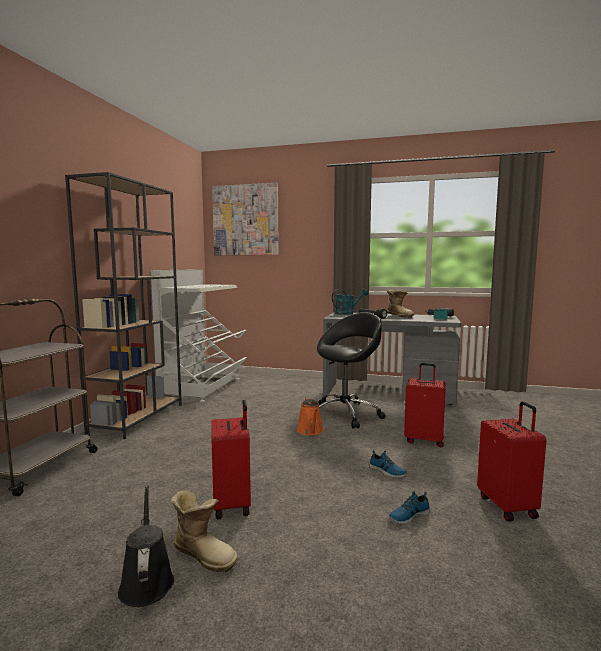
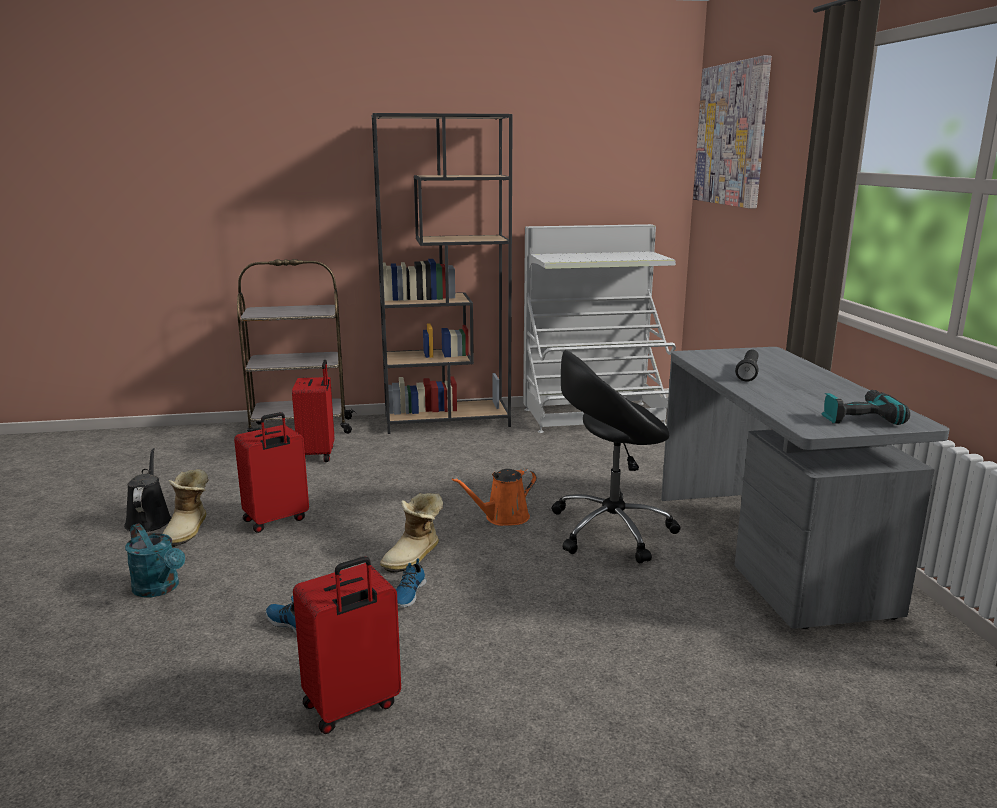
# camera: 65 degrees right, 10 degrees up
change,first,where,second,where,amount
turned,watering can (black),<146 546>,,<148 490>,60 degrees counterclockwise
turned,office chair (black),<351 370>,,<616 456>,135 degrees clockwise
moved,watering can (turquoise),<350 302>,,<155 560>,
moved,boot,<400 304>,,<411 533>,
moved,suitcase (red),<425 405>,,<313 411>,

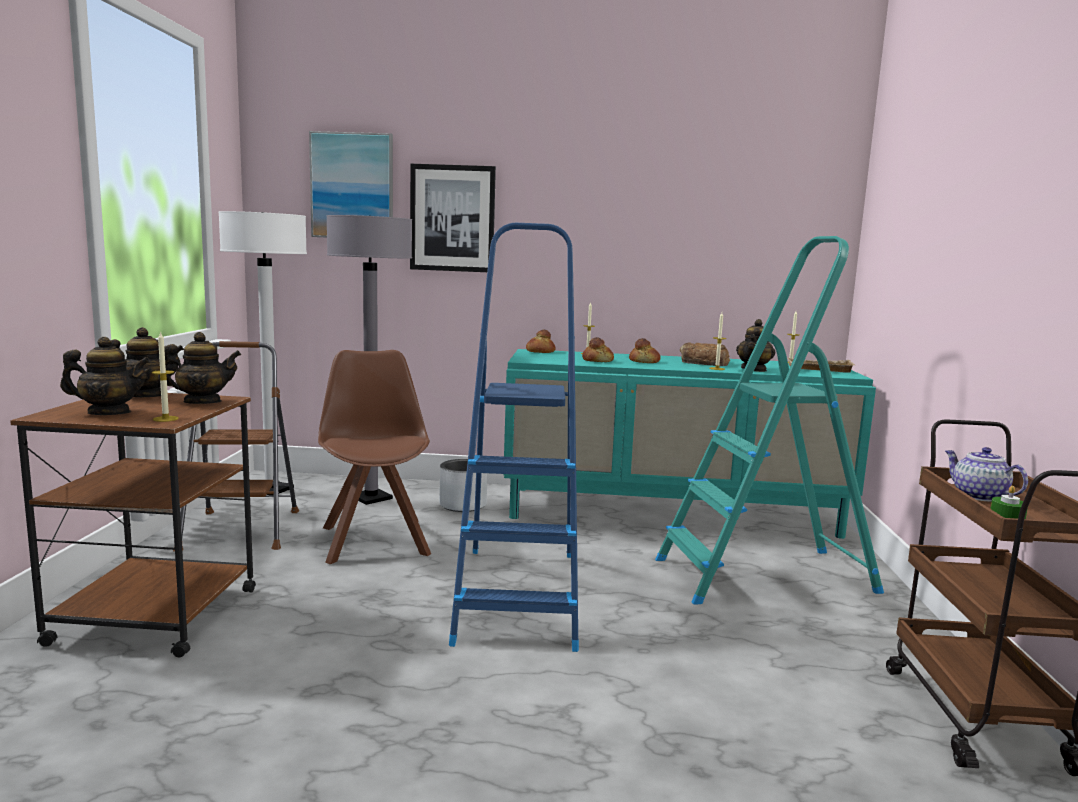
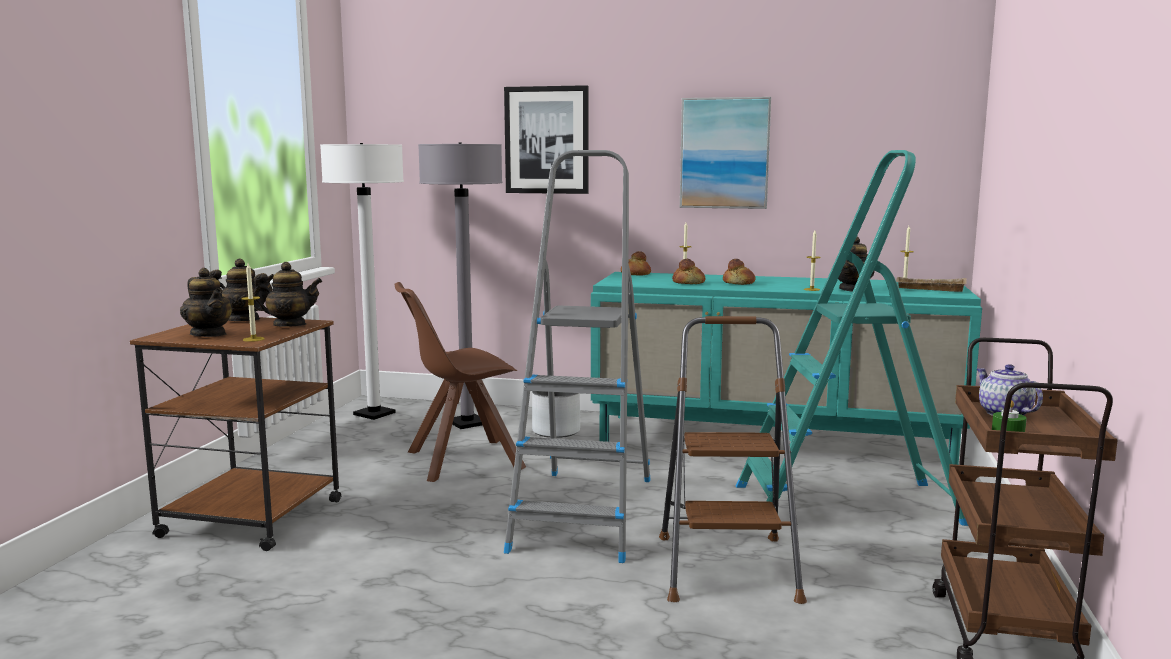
# camera: 10 degrees right, 0 degrees up
change,first,where,second,where,amount
turned,teapot,<105 376>,,<206 302>,45 degrees clockwise
moved,step ladder (brown),<236 446>,,<733 460>,
moved,picture,<351 184>,,<725 153>,
turned,chair (brown),<374 457>,,<460 382>,105 degrees counterclockwise
recoloured,step ladder (blue),<514 437>,step ladder (grey),<577 356>,
removed,bread,<705 354>,,,

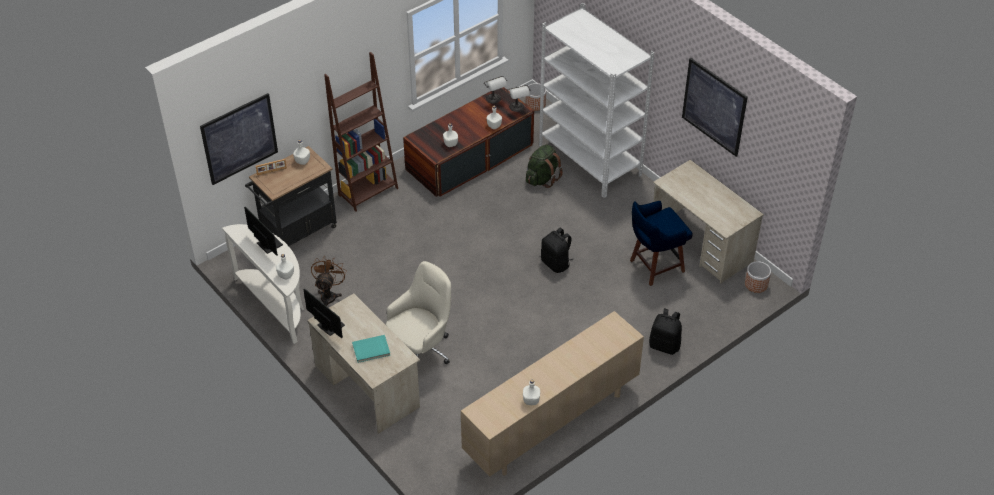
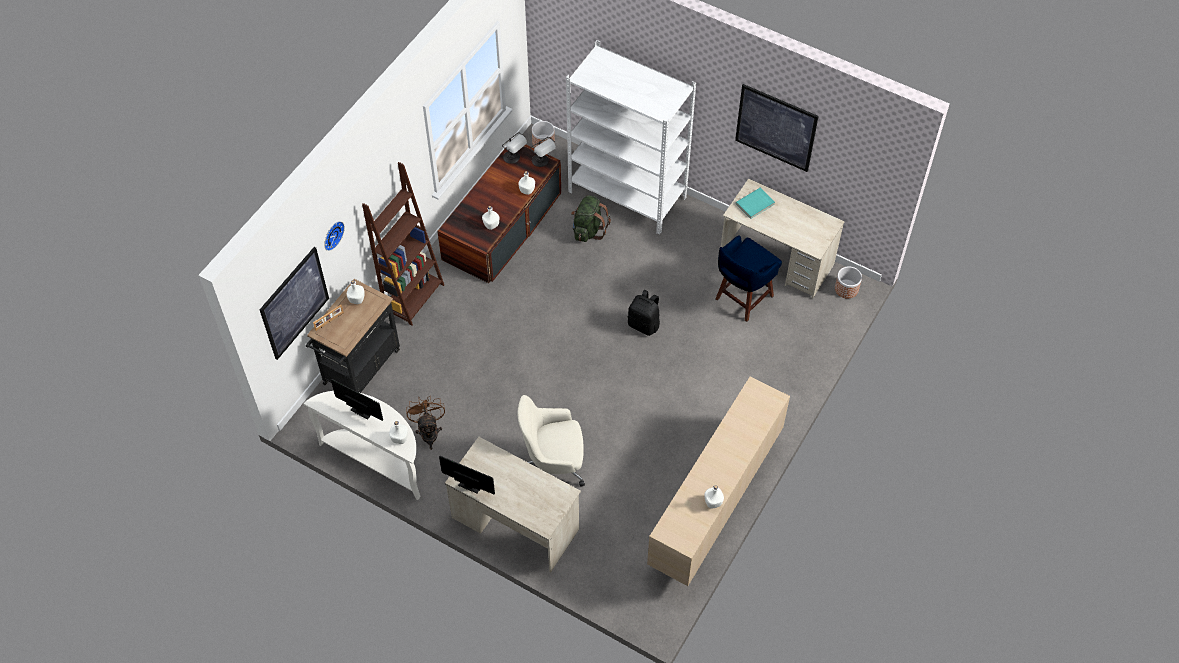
# camera: 20 degrees left, 10 degrees up
change,first,where,second,where,amount
moved,book (turquoise),<371 349>,,<755 203>,
turned,office chair (beige),<418 312>,,<551 441>,120 degrees counterclockwise
removed,backpack (black),<665 331>,,,
added,,,wall clock,<334 236>,

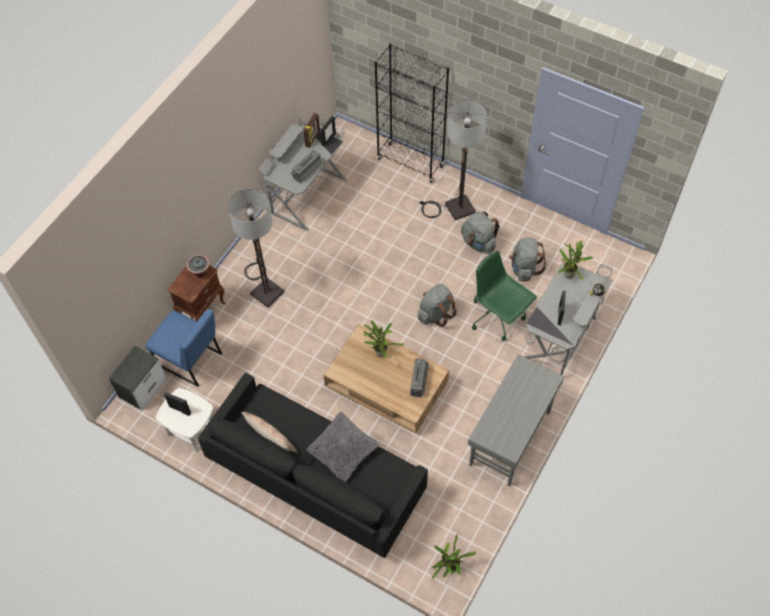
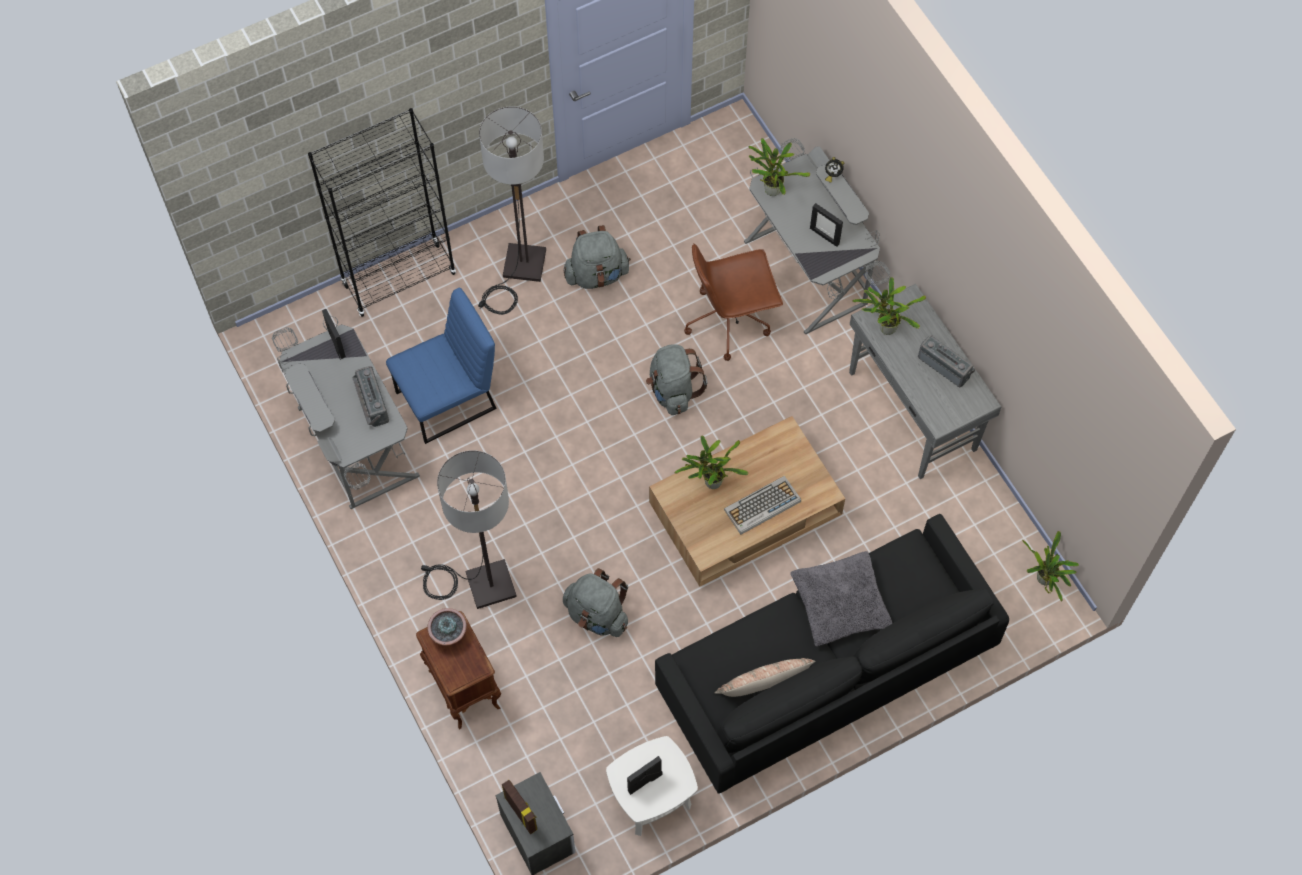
# camera: 60 degrees left, 5 degrees up
change,first,where,second,where,amount
moved,chair (blue),<183 348>,,<441 366>,
moved,picture frame,<312 130>,,<519 807>,
moved,radio,<419 377>,,<946 361>,
recoloured,office chair (green),<504 296>,office chair (brown),<733 302>,
moved,backpack (grey),<527 259>,,<595 602>,
added,,,keyboard,<762 505>,
added,,,potted plant,<889 306>,

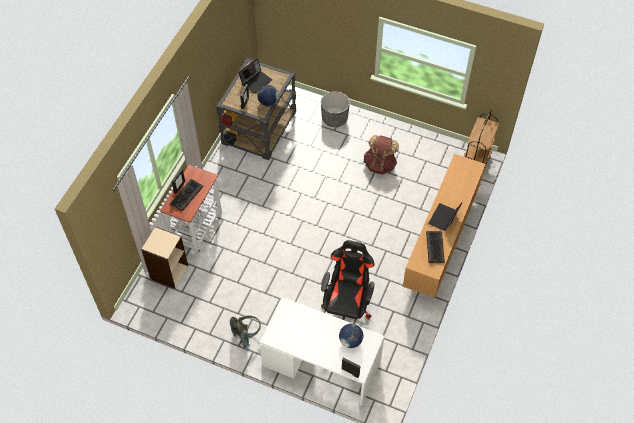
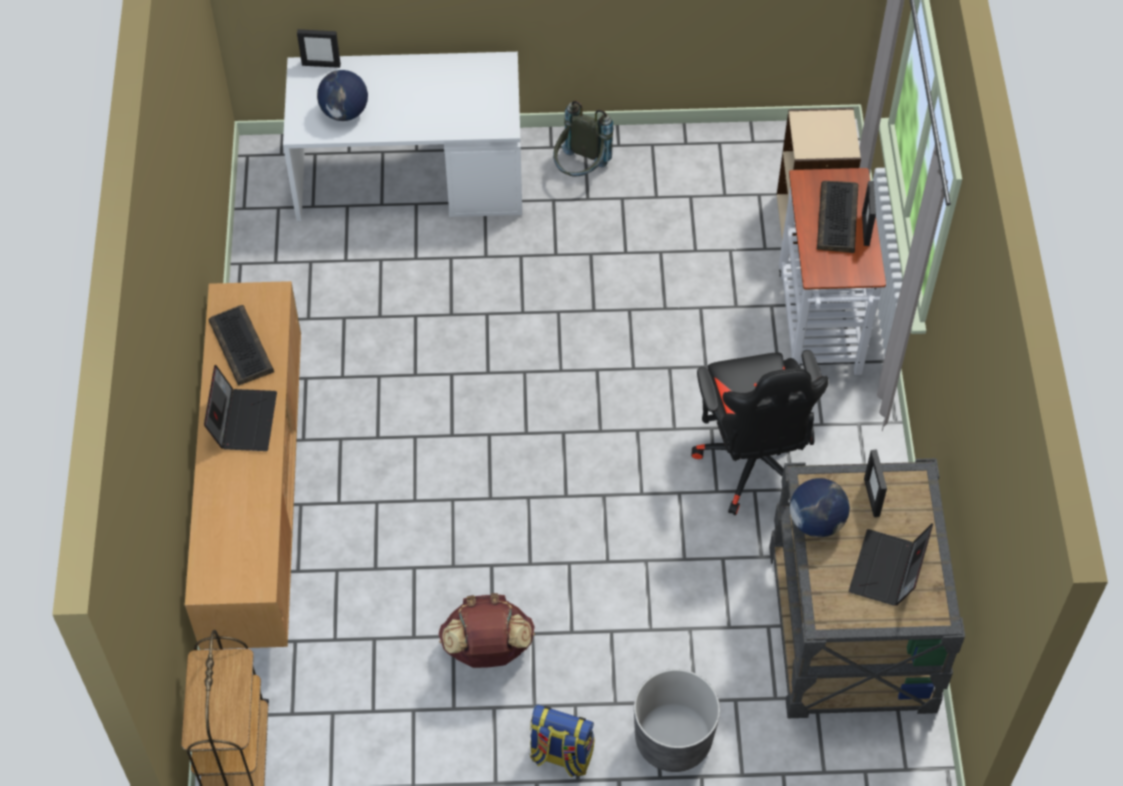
# camera: 155 degrees right, 0 degrees up
change,first,where,second,where,amount
moved,office chair (black),<347 280>,,<760 432>,
added,,,backpack,<562 741>,

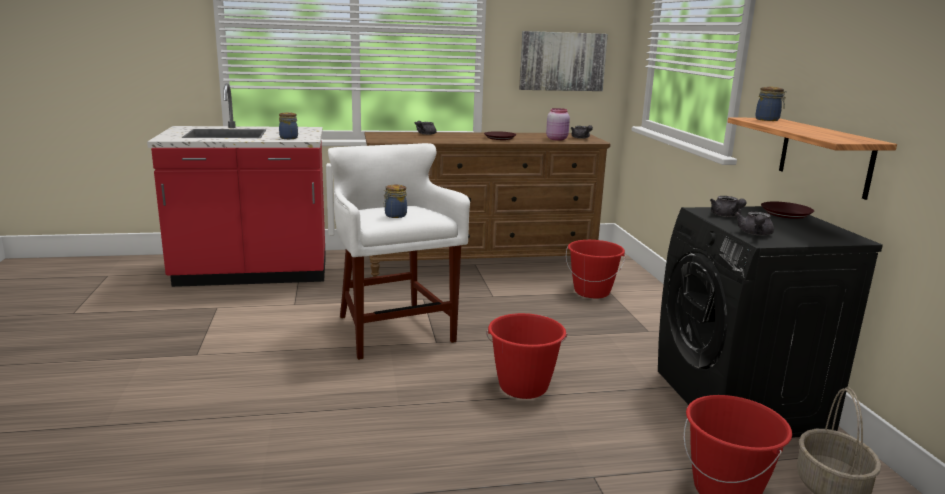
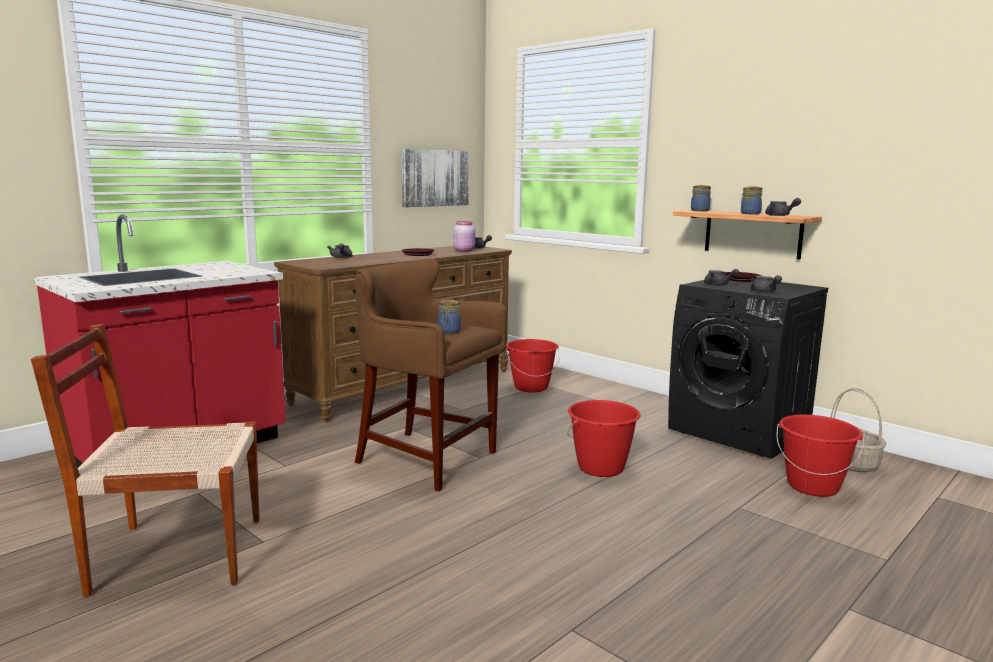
# camera: 35 degrees left, 5 degrees down
change,first,where,second,where,amount
moved,jar,<288 125>,,<752 200>,
recoloured,stool (white),<399 251>,stool (brown),<431 375>,
added,,,chair,<145 460>,
added,,,teapot (grey),<783 207>,

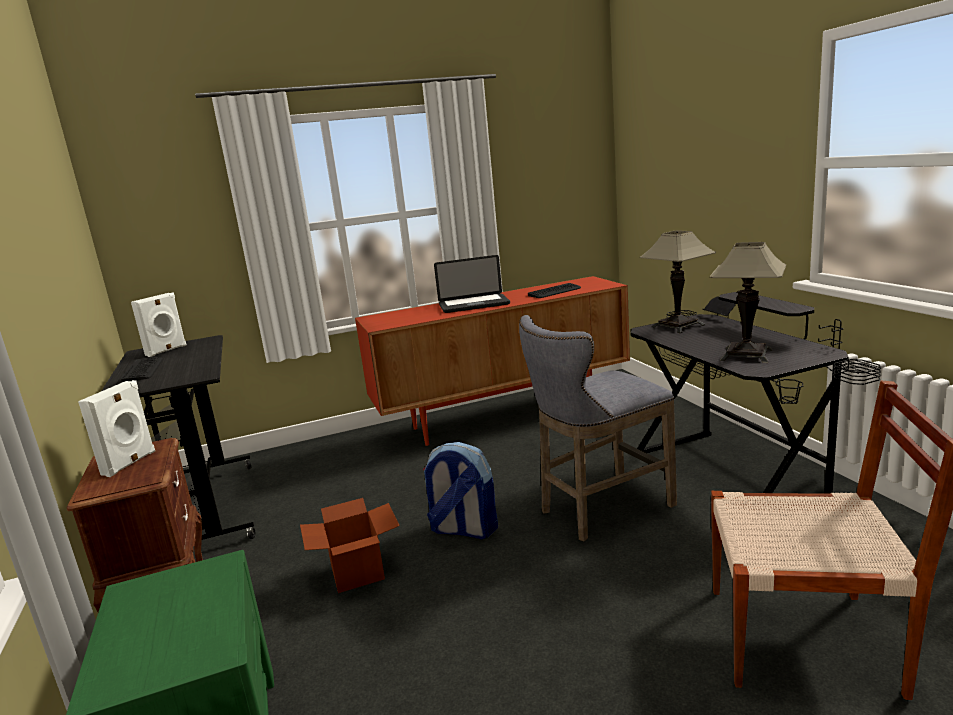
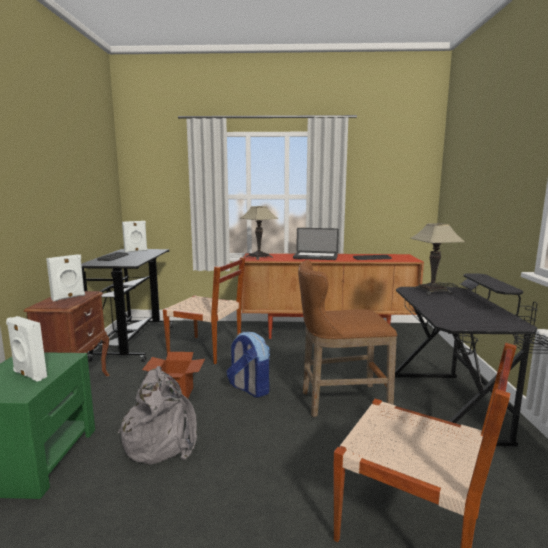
# camera: 20 degrees right, 5 degrees down
change,first,where,second,where,amount
recoloured,stool (grey),<598 428>,stool (brown),<347 338>,
moved,table lamp,<748 302>,,<259 233>,
added,,,speaker (white),<26 349>,
added,,,backpack (grey),<157 415>,
added,,,chair,<204 310>,

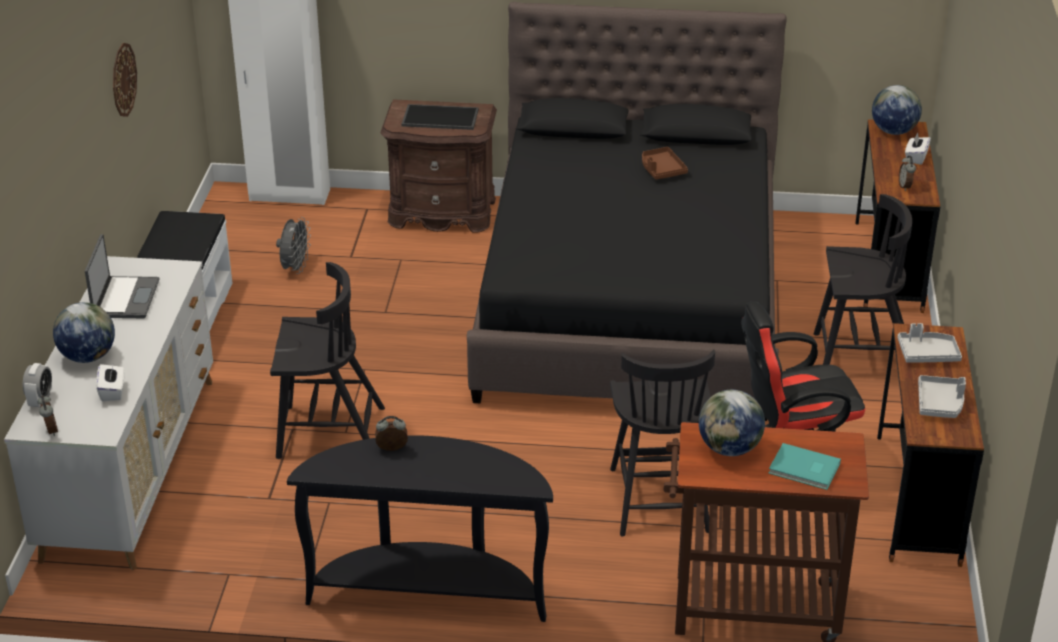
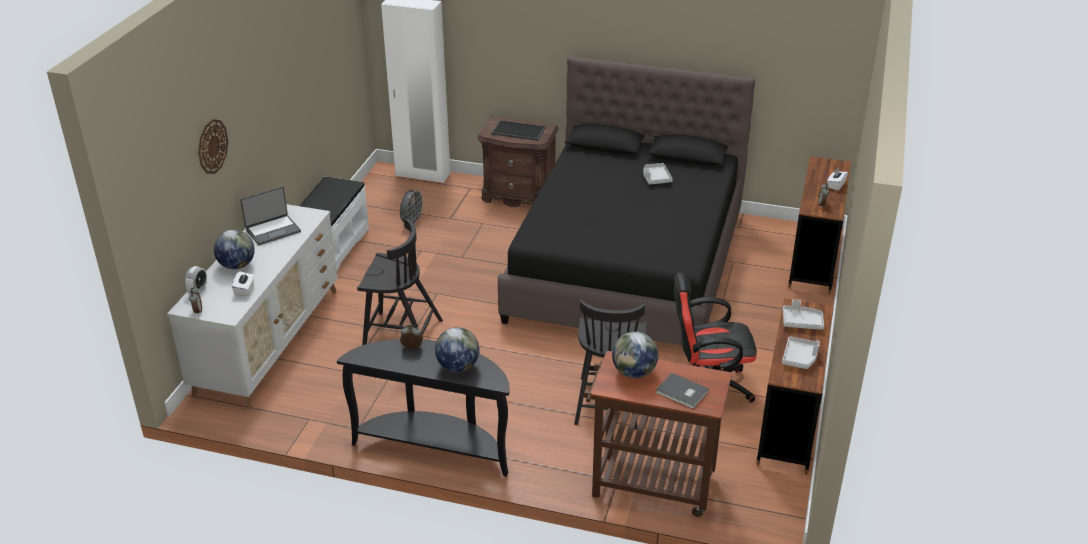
# camera: 10 degrees right, 0 degrees up
change,first,where,second,where,amount
turned,laptop,<122 276>,,<270 215>,45 degrees clockwise
moved,wall clock,<125 80>,,<213 146>,
recoloured,tray (brown),<665 163>,tray (grey),<658 173>,
recoloured,book (turquoise),<804 466>,book (grey),<682 391>,
removed,chair (black),<863 279>,,,
moved,globe,<897 110>,,<457 349>,

